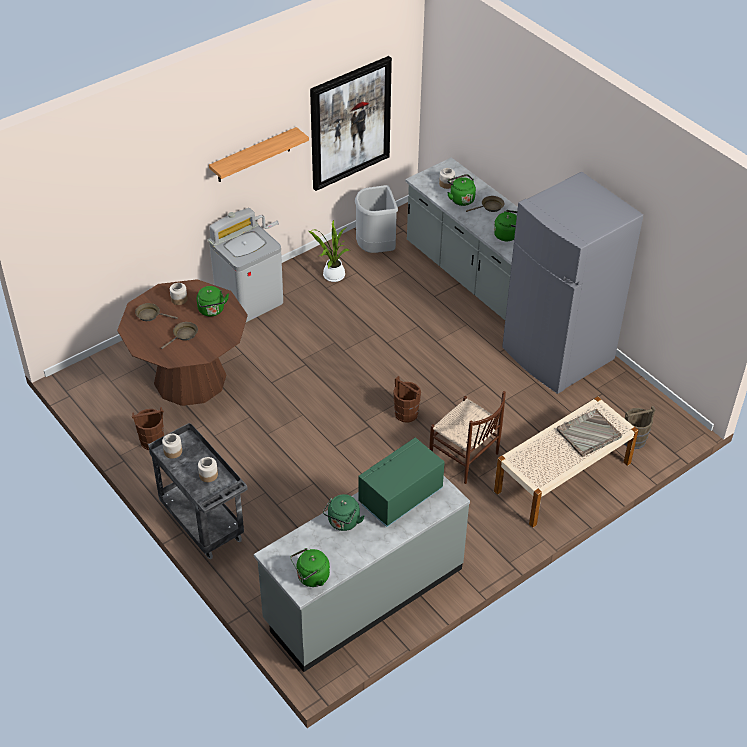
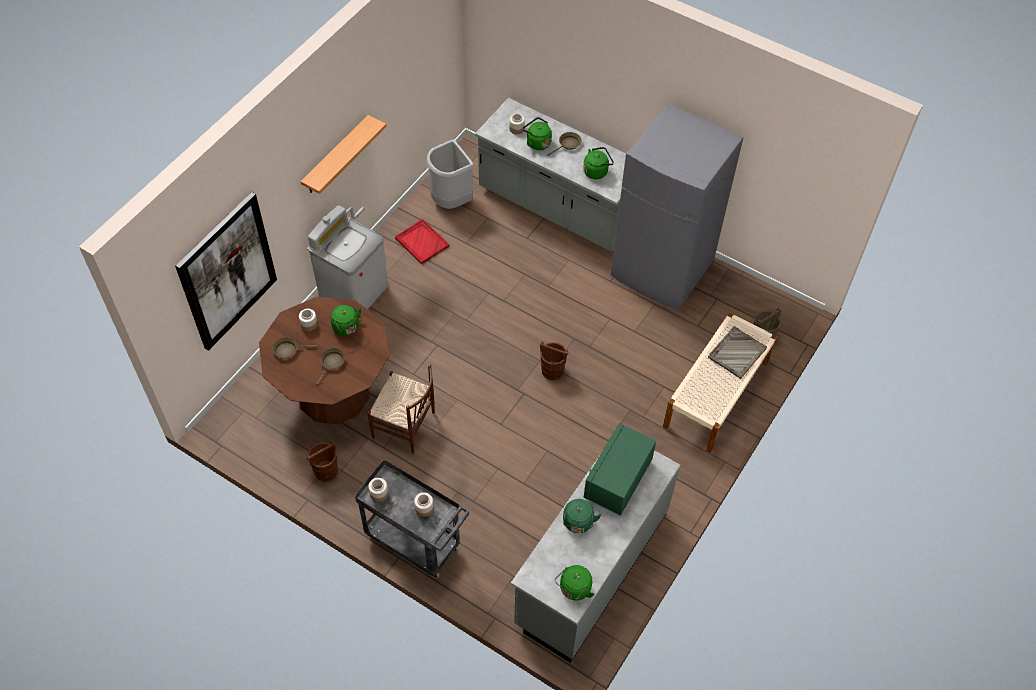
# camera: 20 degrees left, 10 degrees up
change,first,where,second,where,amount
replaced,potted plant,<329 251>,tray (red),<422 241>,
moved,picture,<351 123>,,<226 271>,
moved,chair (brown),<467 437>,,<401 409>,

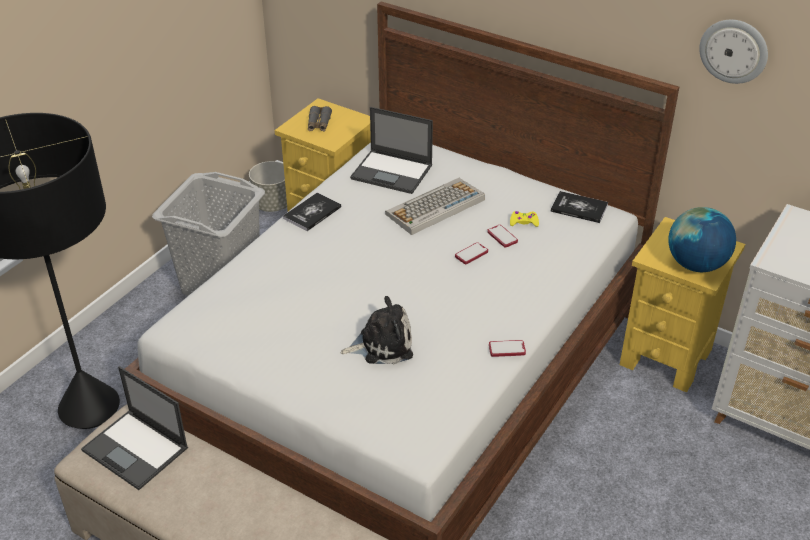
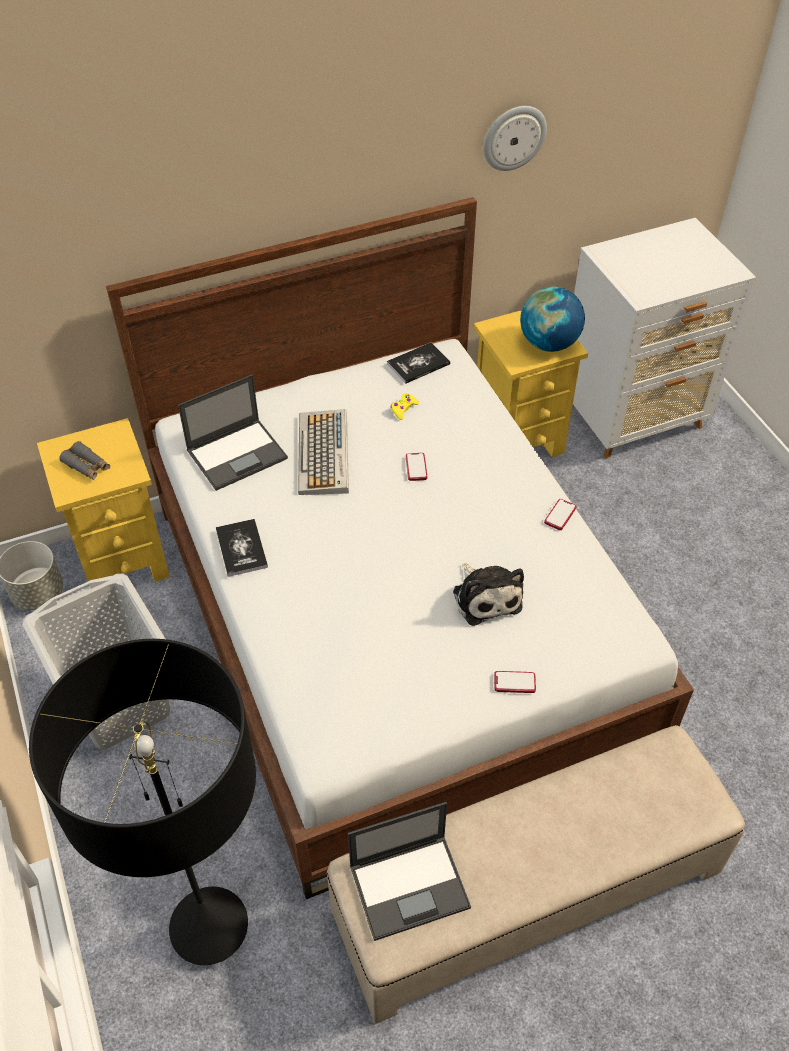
# camera: 55 degrees left, 10 degrees up
change,first,where,second,where,amount
turned,plush toy,<377 330>,,<488 594>,135 degrees clockwise
moved,phone,<502 236>,,<515 682>,

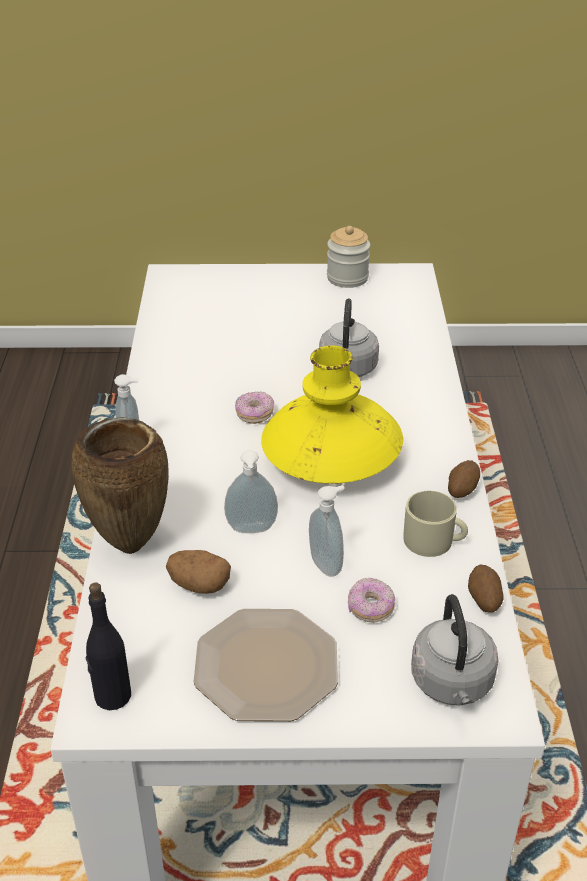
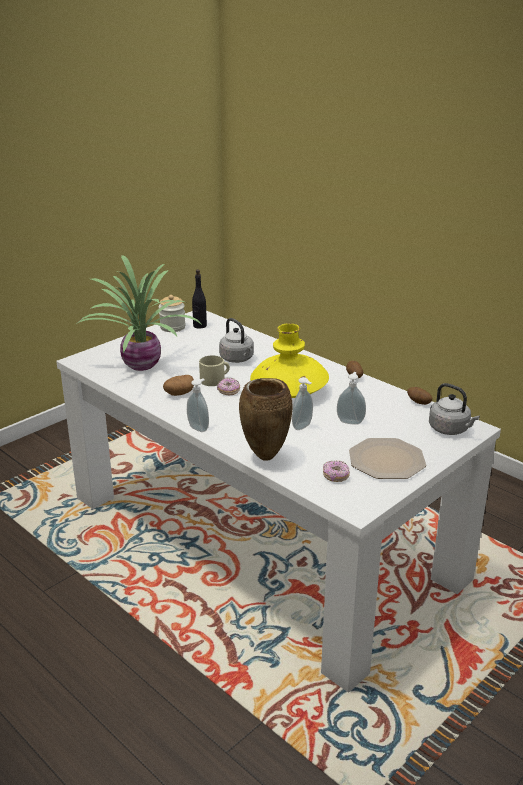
# camera: 45 degrees left, 10 degrees down
change,first,where,second,where,amount
moved,bottle (black),<108 646>,,<199 299>,
moved,potato,<198 572>,,<178 385>,
moved,donut,<371 600>,,<336 471>,
moved,mug (beige),<436 524>,,<214 370>,
added,,,potted plant,<138 313>,

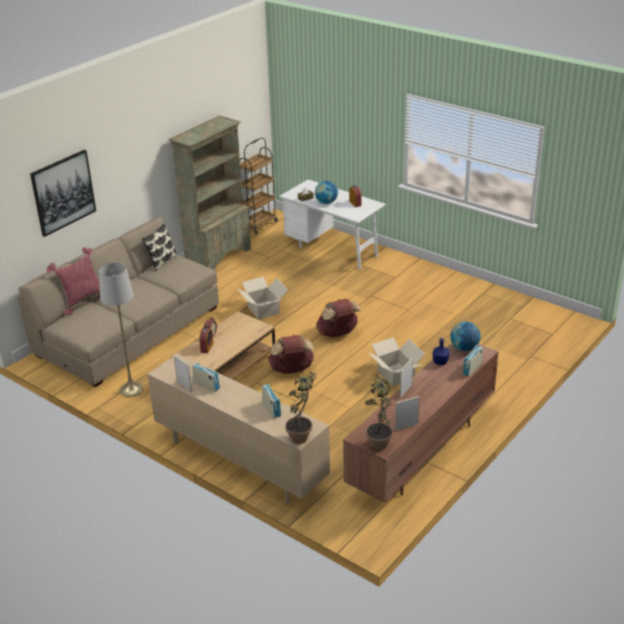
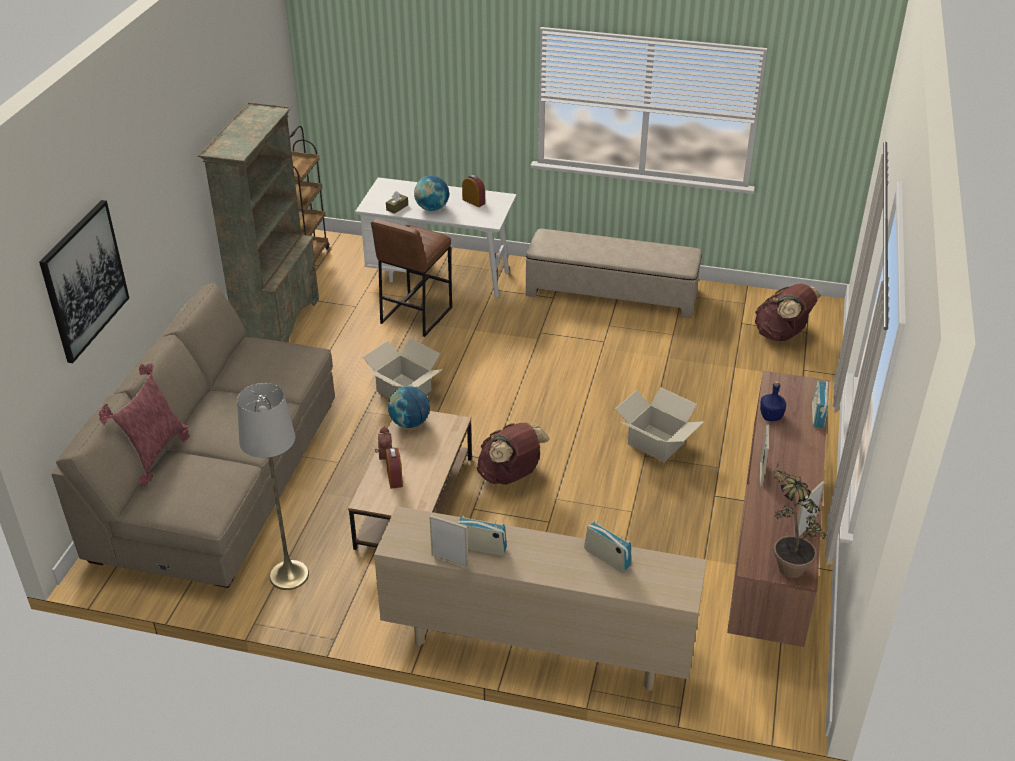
# camera: 25 degrees left, 5 degrees up
change,first,where,second,where,amount
removed,pillow,<160 247>,,,
removed,potted plant,<301 407>,,,
moved,backpack (brown),<338 318>,,<788 312>,
moved,globe,<465 336>,,<409 407>,
added,,,stool (brown),<411 278>,
added,,,bench (beige),<614 273>,

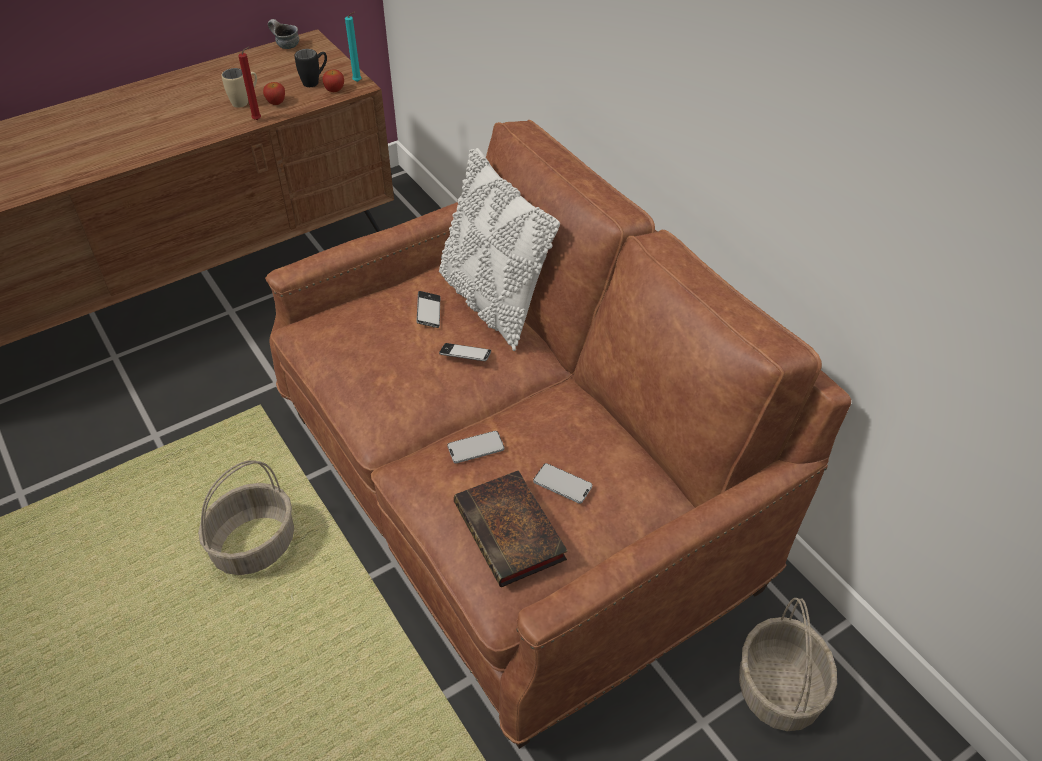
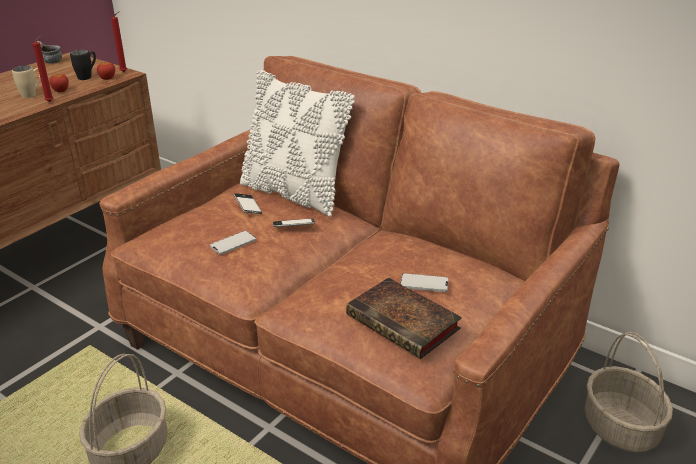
# camera: 20 degrees left, 15 degrees down
change,first,where,second,where,amount
recoloured,candle (turquoise),<353 47>,candle (red),<119 41>,
moved,phone,<476 447>,,<233 243>,

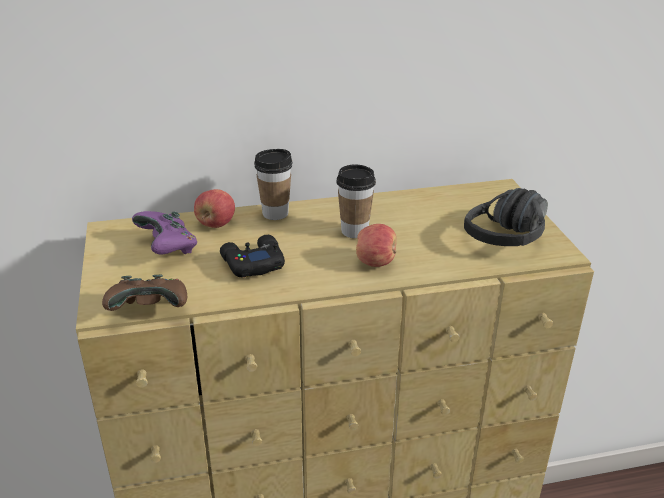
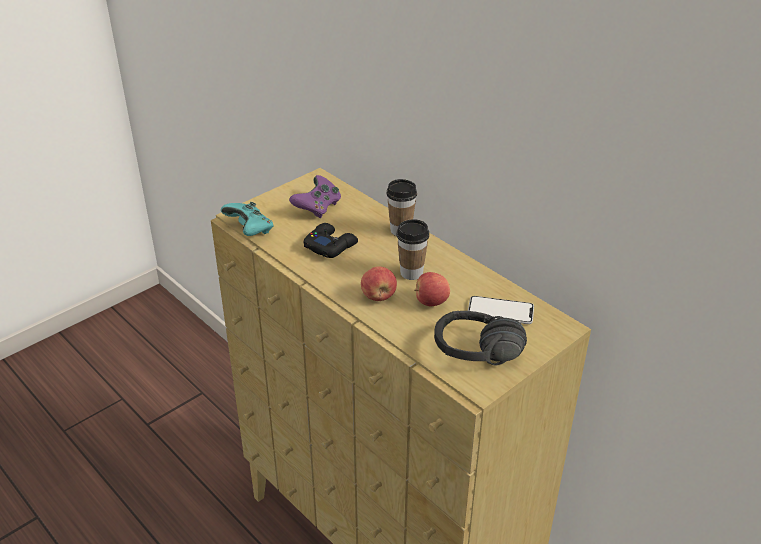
# camera: 60 degrees right, 5 degrees up
change,first,where,second,where,amount
recoloured,game controller (brown),<144 292>,game controller (turquoise),<247 219>,
moved,apple,<214 208>,,<432 289>,
added,,,phone,<501 310>,

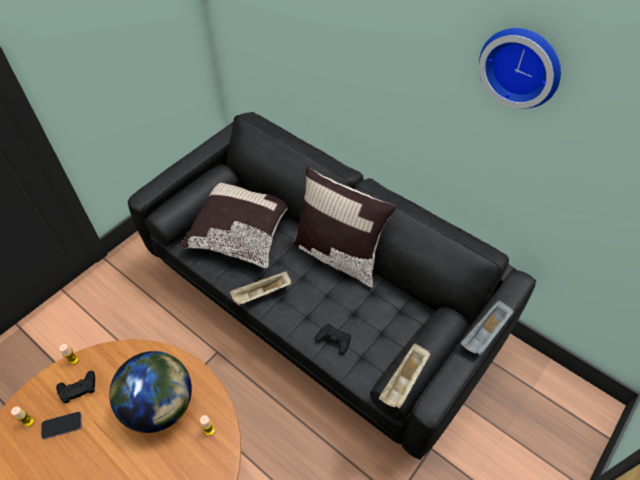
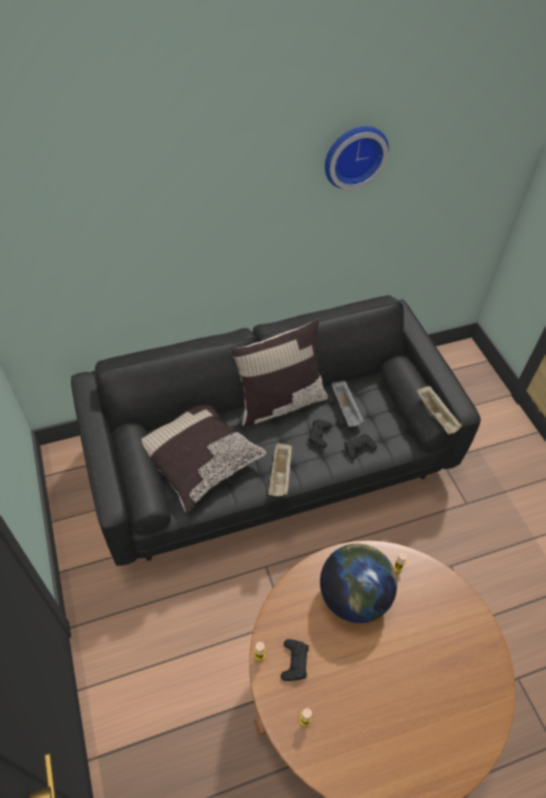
# camera: 60 degrees left, 0 degrees up
change,first,where,second,where,amount
removed,phone,<61 425>,,,
moved,tray (grey),<487 327>,,<348 404>,
added,,,game controller (black),<320 433>,

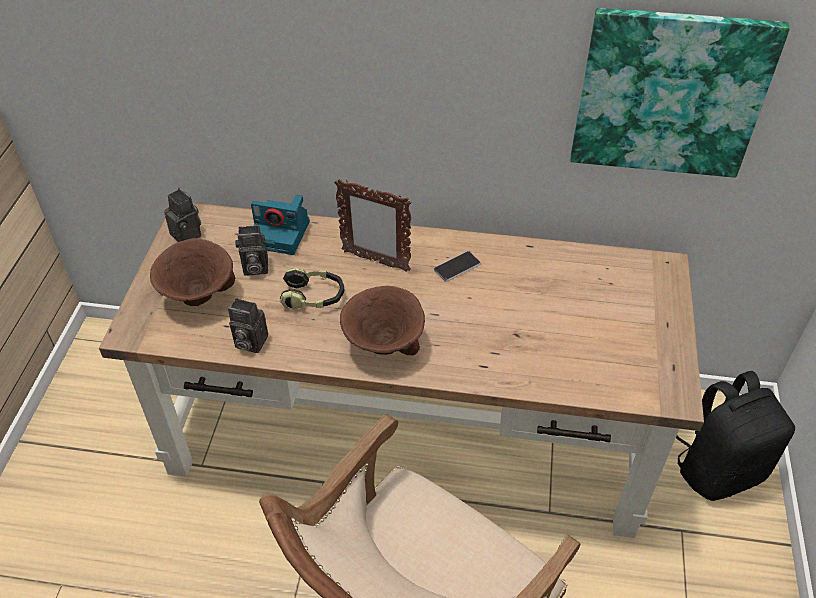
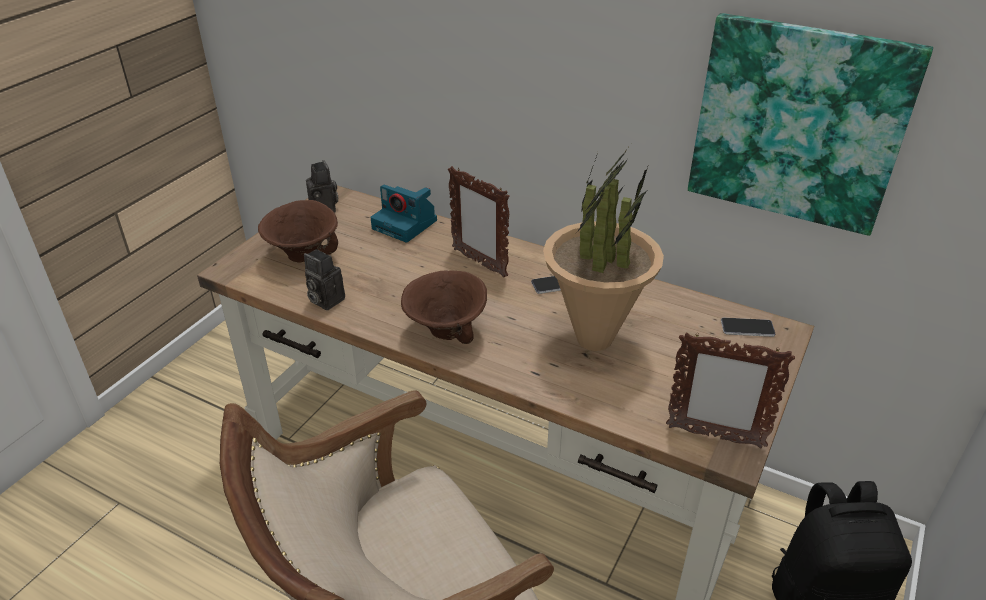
# camera: 20 degrees right, 10 degrees down
change,first,where,second,where,amount
removed,photo camera,<251 250>,,,
removed,headphones,<312 288>,,,
added,,,potted plant,<603 249>,
added,,,picture frame,<730 390>,
added,,,phone,<748 327>,

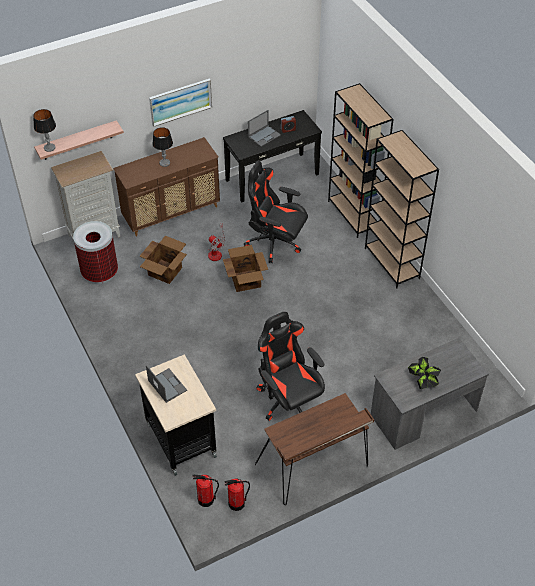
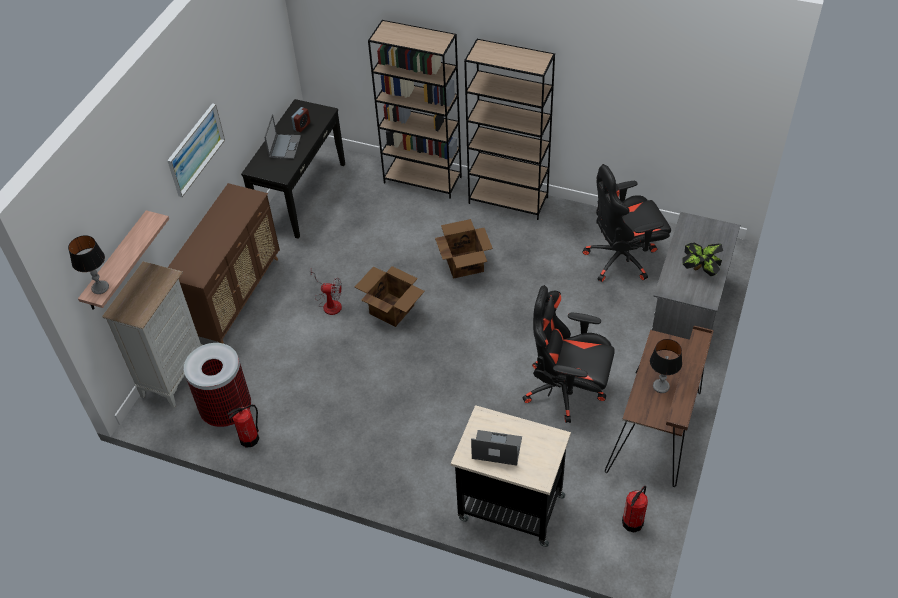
# camera: 40 degrees left, 0 degrees up
change,first,where,second,where,amount
moved,cardboard box,<163 260>,,<464 249>,
moved,table lamp,<162 147>,,<666 366>,
moved,fire extinguisher,<205 491>,,<243 426>,
moved,office chair (black),<276 211>,,<626 223>,

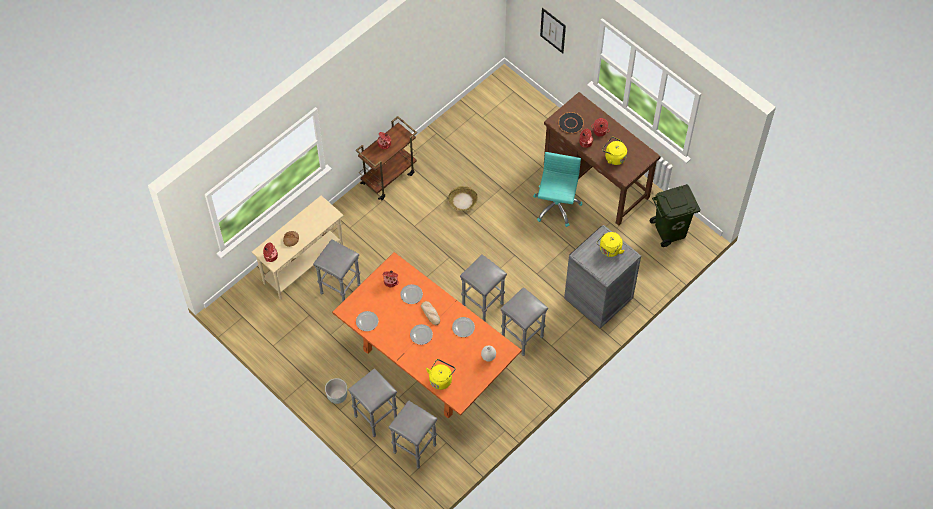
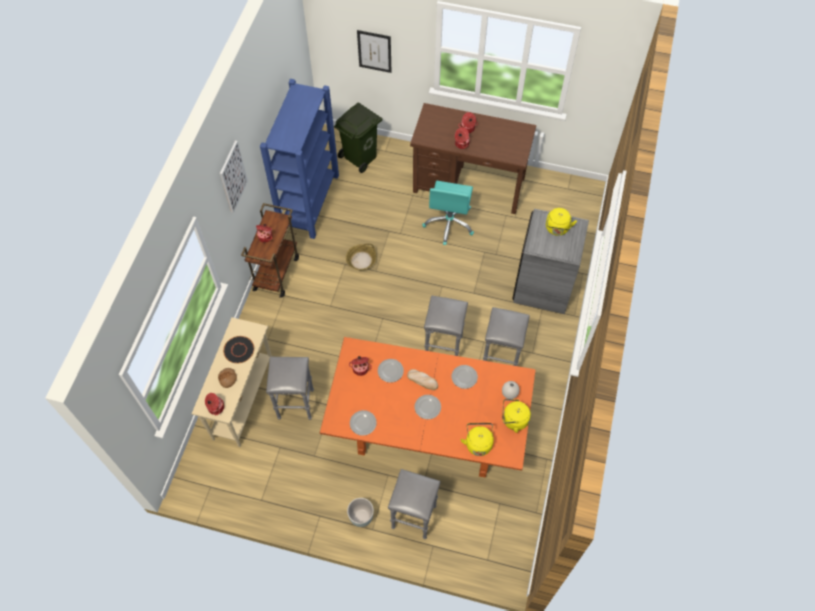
# camera: 30 degrees left, 0 degrees up
change,first,where,second,where,amount
removed,stool (grey),<412 435>,,,
turned,office chair (turquoise),<558 189>,,<448 213>,150 degrees counterclockwise
moved,plate (black),<571 122>,,<238 349>,
moved,kettle (yellow),<614 151>,,<516 416>,
moved,trash can (green),<675 215>,,<358 137>,
added,,,picture,<234 177>,
added,,,bookcase (blue),<299 159>,

